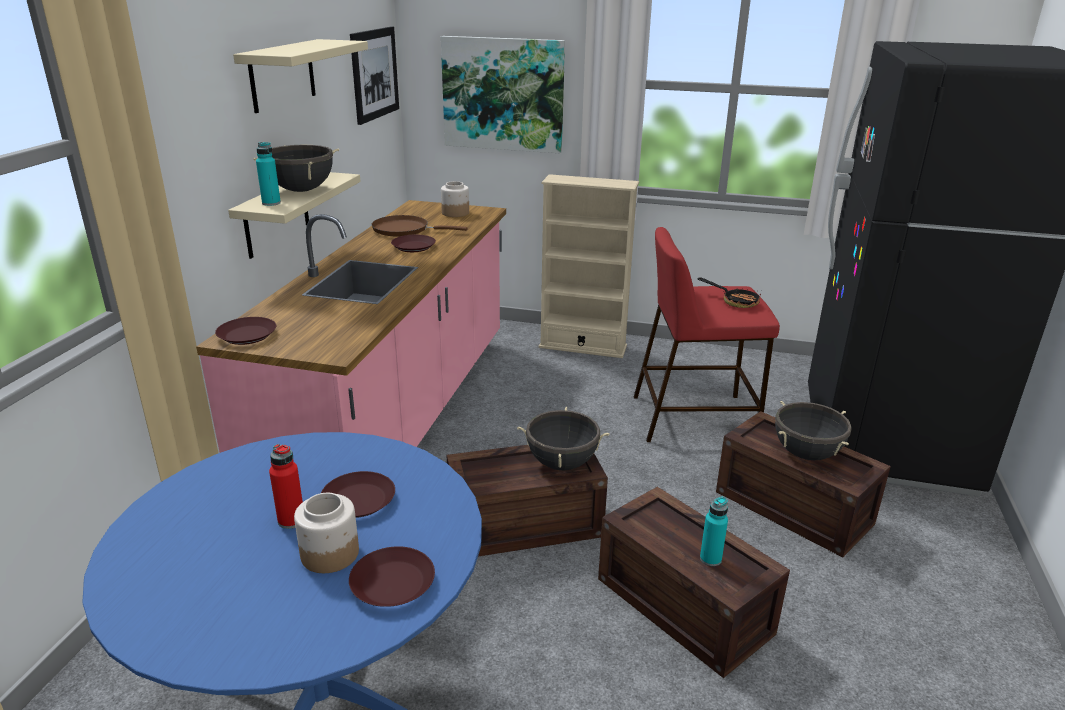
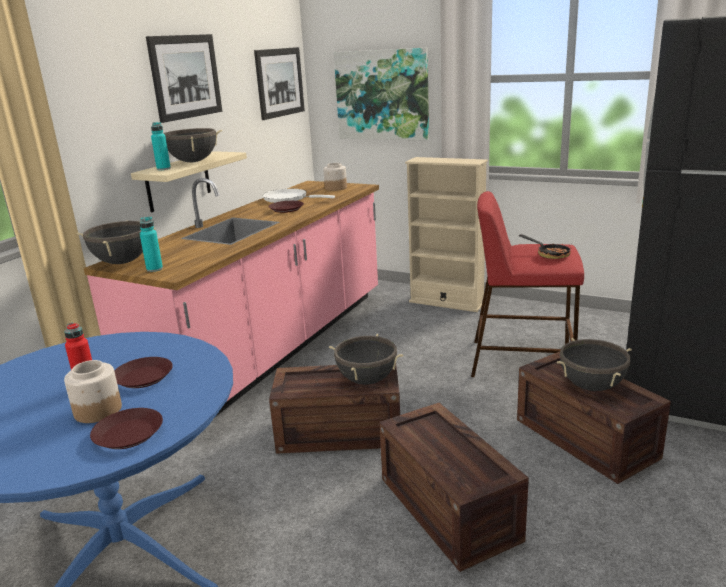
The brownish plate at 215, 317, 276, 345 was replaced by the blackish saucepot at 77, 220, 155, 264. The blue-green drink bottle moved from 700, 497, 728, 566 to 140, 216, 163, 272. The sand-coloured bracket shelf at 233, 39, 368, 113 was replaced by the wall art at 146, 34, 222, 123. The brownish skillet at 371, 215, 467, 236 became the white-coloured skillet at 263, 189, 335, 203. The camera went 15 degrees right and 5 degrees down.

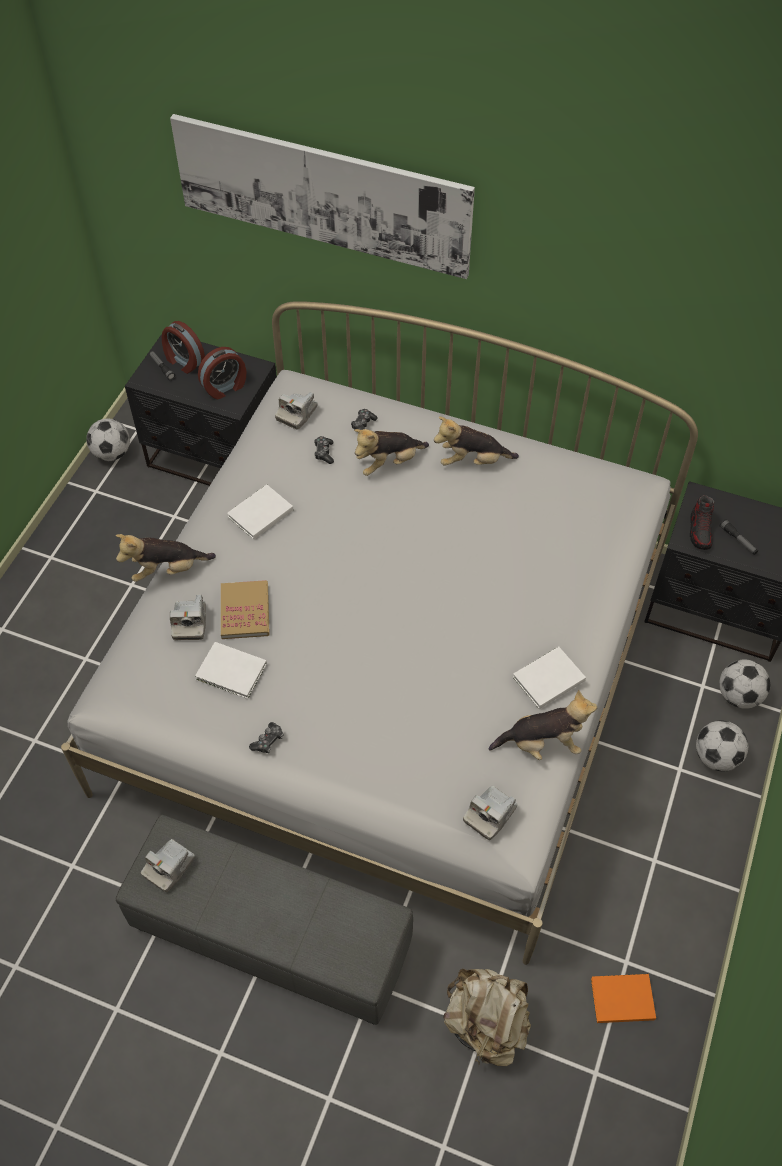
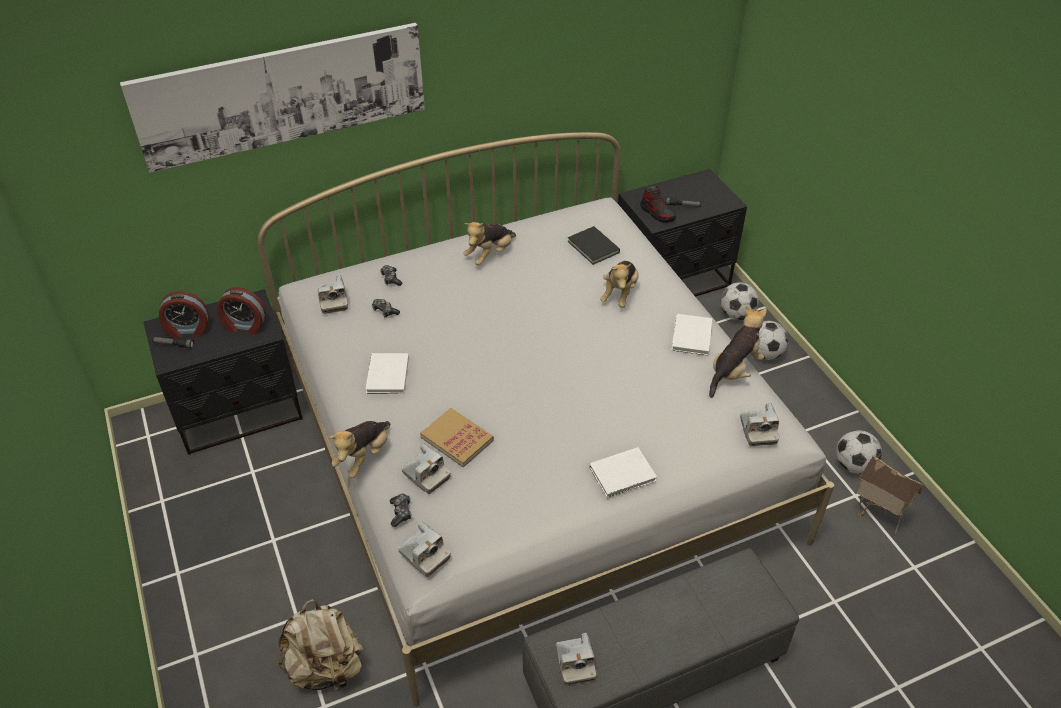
The alarm clock at 198, 347, 246, 400 turned 90 degrees clockwise. The sand-coloured rucksack moved from 444, 969, 531, 1066 to 278, 599, 363, 692. The joypad moved from 249, 722, 284, 753 to 390, 494, 411, 527. The still camera at 398, 522, 451, 577 appeared. The blackish book at 568, 226, 620, 265 appeared. The white-coloured book moved from 195, 642, 267, 699 to 589, 447, 657, 498. The plush toy moved from 354, 429, 429, 476 to 600, 261, 639, 308. The football ball moved from 86, 419, 130, 461 to 836, 430, 882, 474. The orange book at 591, 974, 656, 1023 was replaced by the model house at 857, 455, 923, 534. The camera went 45 degrees left and 10 degrees down.

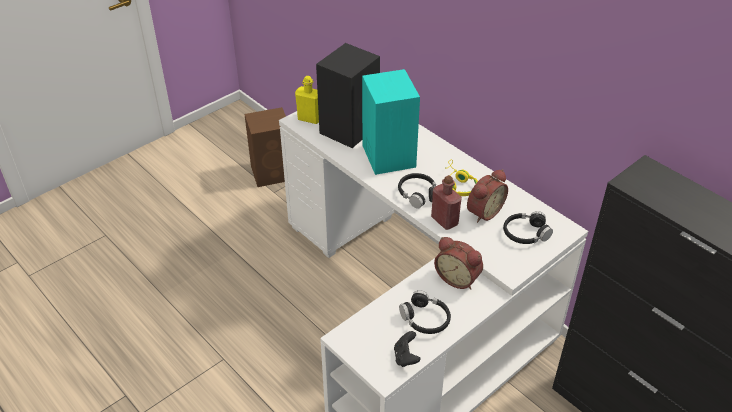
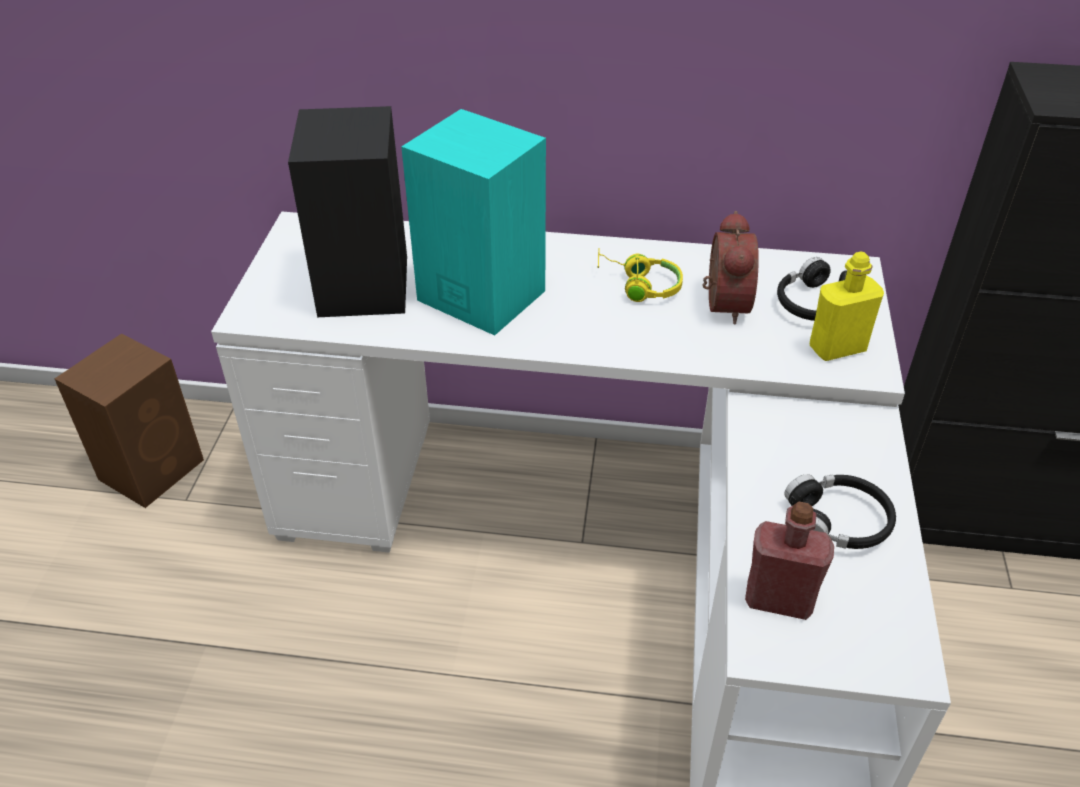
The red-coloured drink bottle moved from 431, 175, 462, 230 to 745, 502, 834, 620. The yellowish drink bottle moved from 295, 76, 319, 124 to 810, 252, 884, 361. The blackish joypad at 394, 331, 420, 367 disappeared. The blackish pair of headphones at 398, 173, 436, 209 disappeared. The alarm clock at 434, 237, 483, 290 disappeared. The camera went 40 degrees left and 0 degrees up.

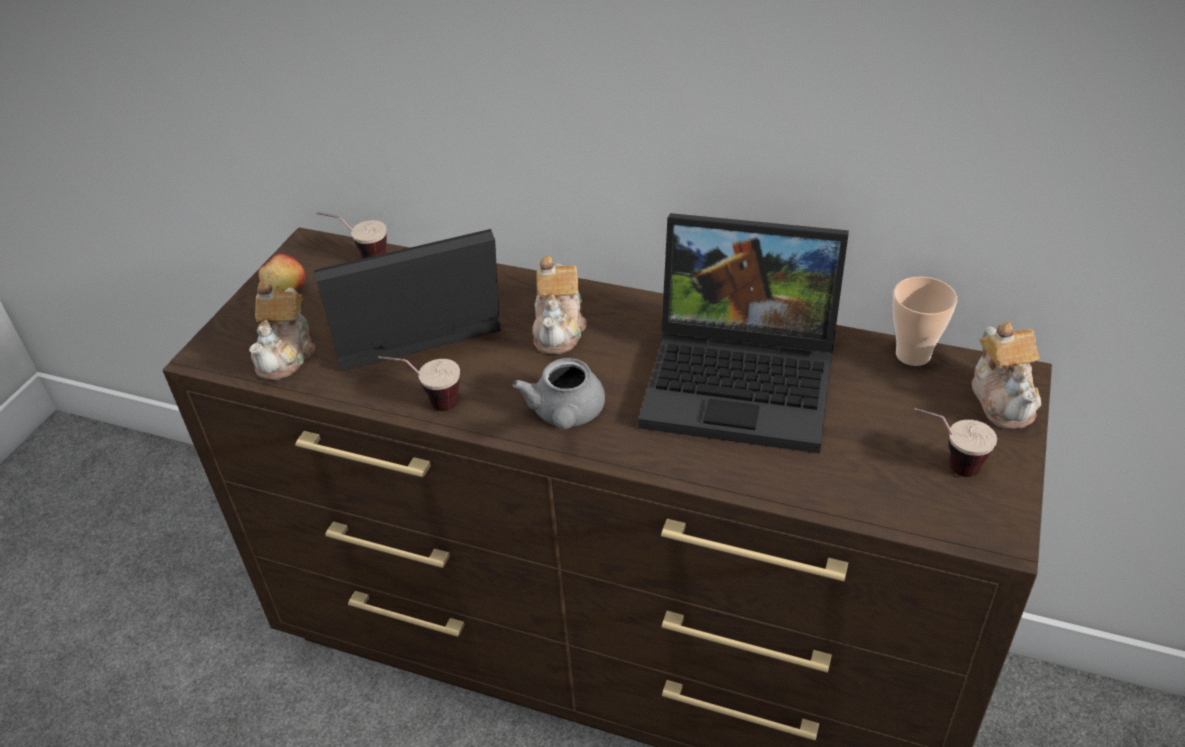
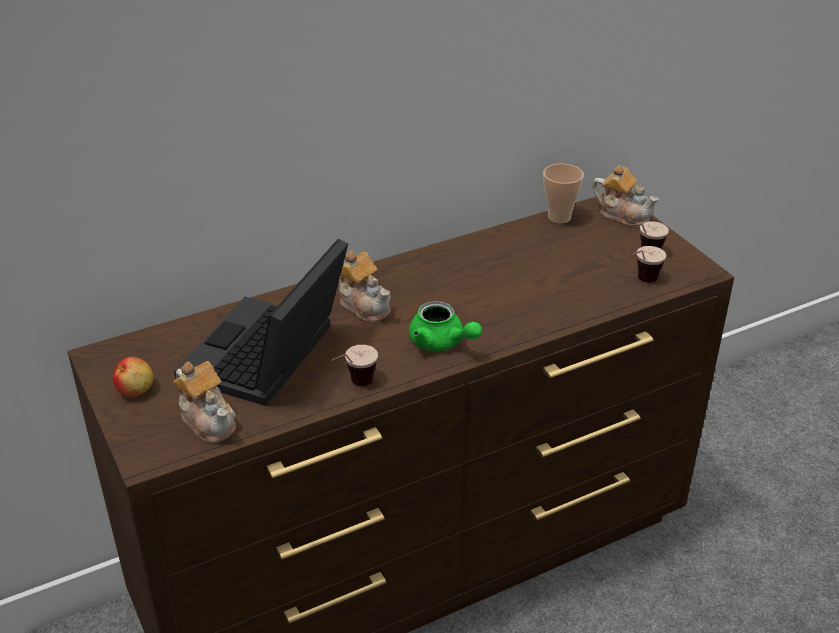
The gray teapot at 513, 358, 605, 429 became the green-coloured teapot at 409, 301, 482, 351. The drinking cup moved from 316, 212, 387, 259 to 633, 246, 666, 283. The portable computer at 638, 213, 849, 453 disappeared. The camera went 50 degrees left and 5 degrees down.

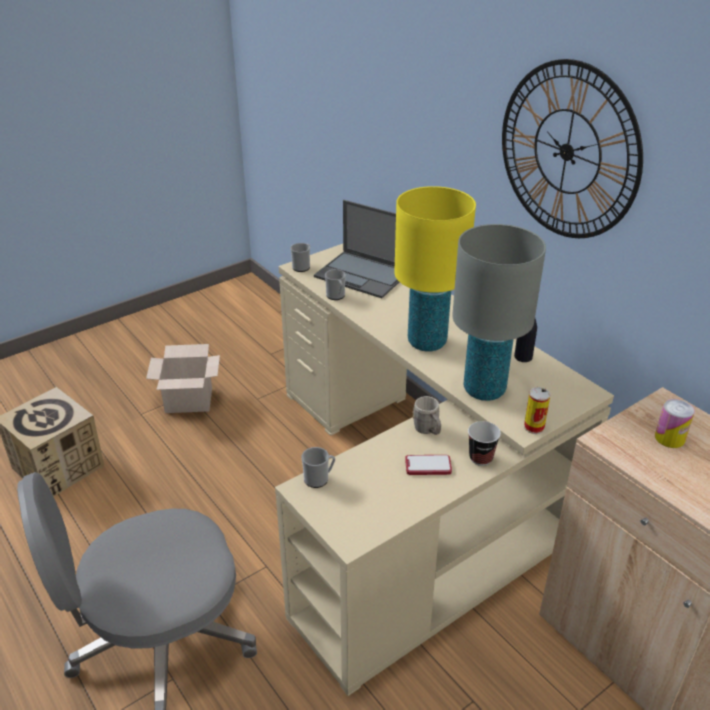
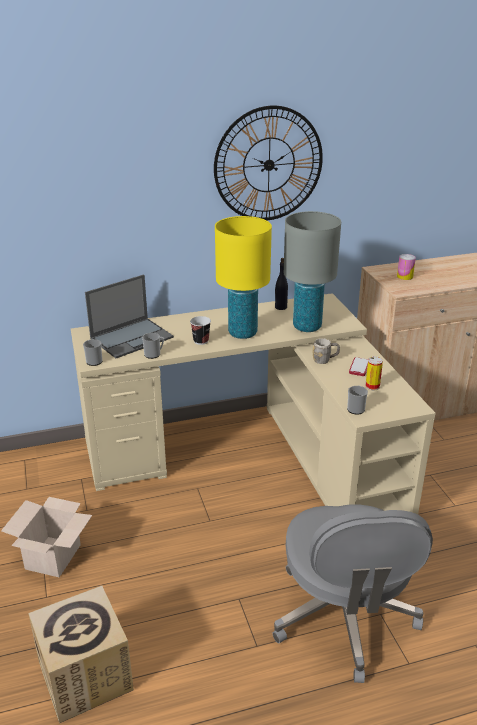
The drinking cup moved from 468, 421, 501, 466 to 190, 316, 211, 345. The sealed can moved from 524, 387, 550, 434 to 365, 356, 383, 390. The camera went 70 degrees left and 5 degrees down.

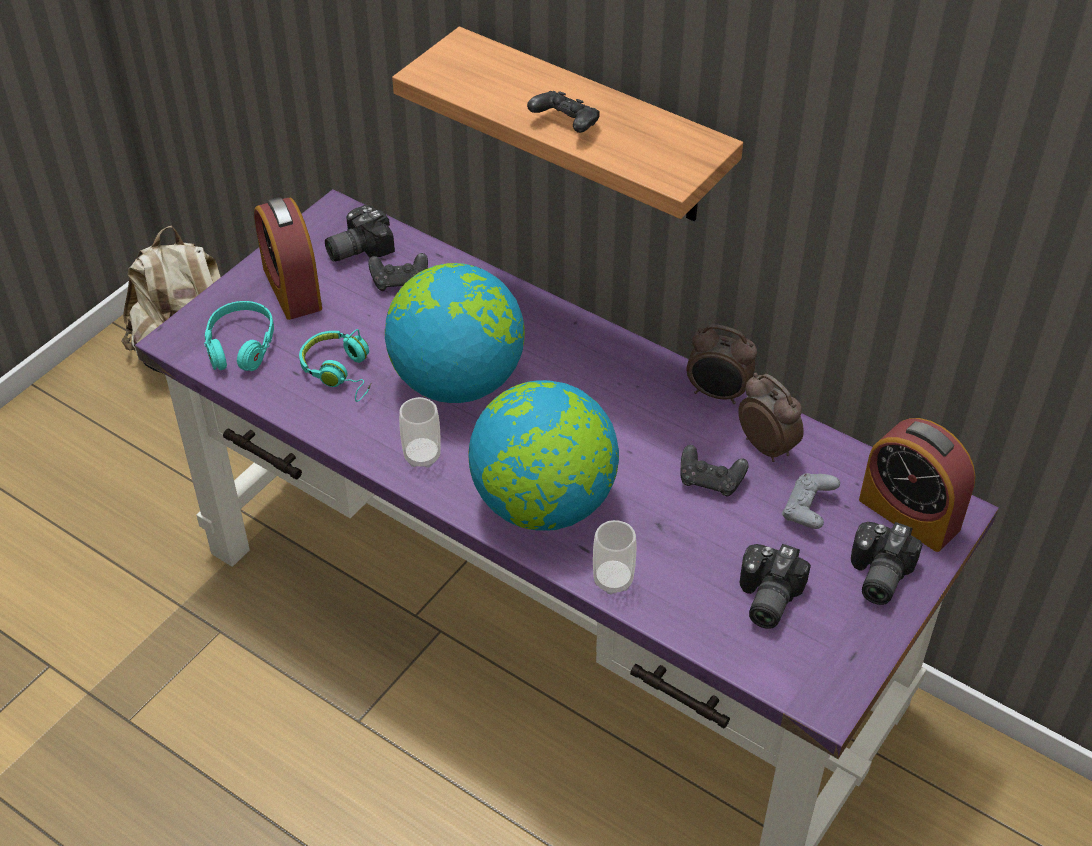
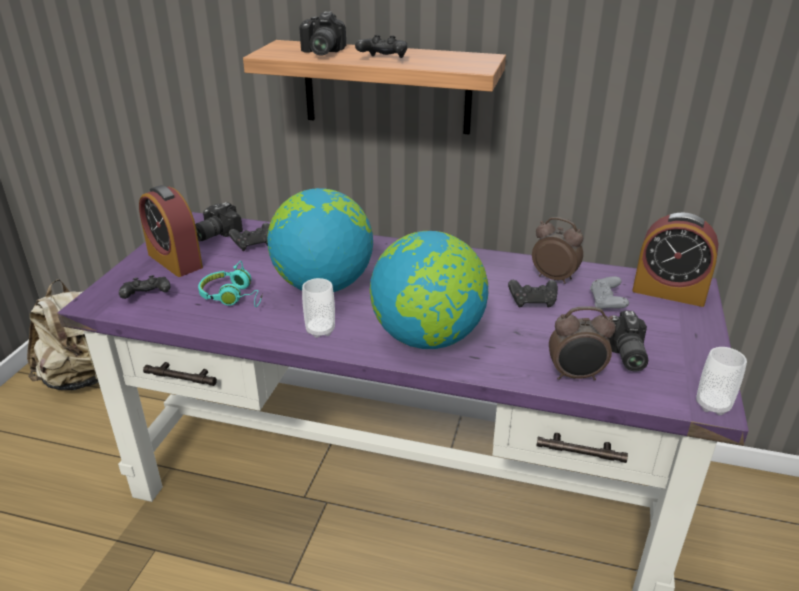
The blue-green pair of headphones at 204, 301, 274, 371 was replaced by the blackish joypad at 119, 275, 170, 299. The still camera moved from 851, 522, 923, 605 to 299, 11, 346, 56. The alarm clock moved from 687, 325, 757, 404 to 549, 306, 616, 380. The drinking cup moved from 593, 520, 636, 594 to 696, 347, 747, 415. The camera went 20 degrees left and 15 degrees down.

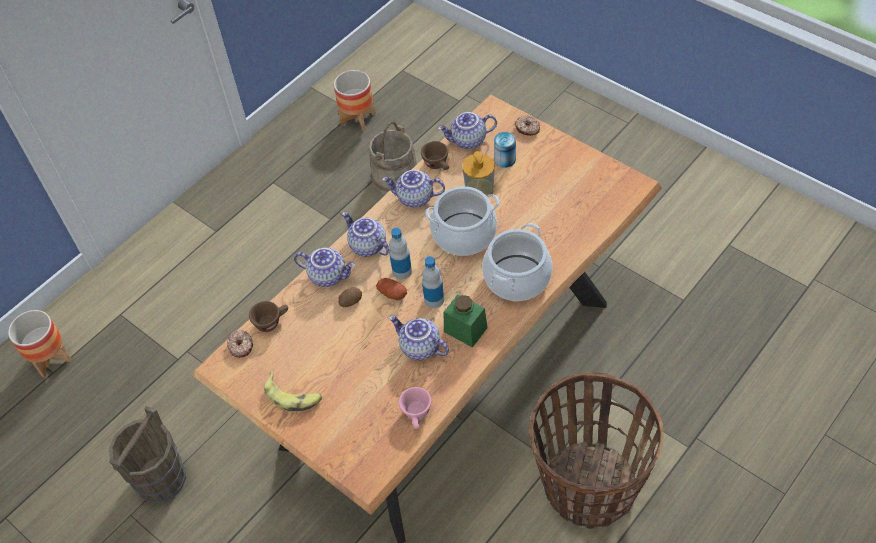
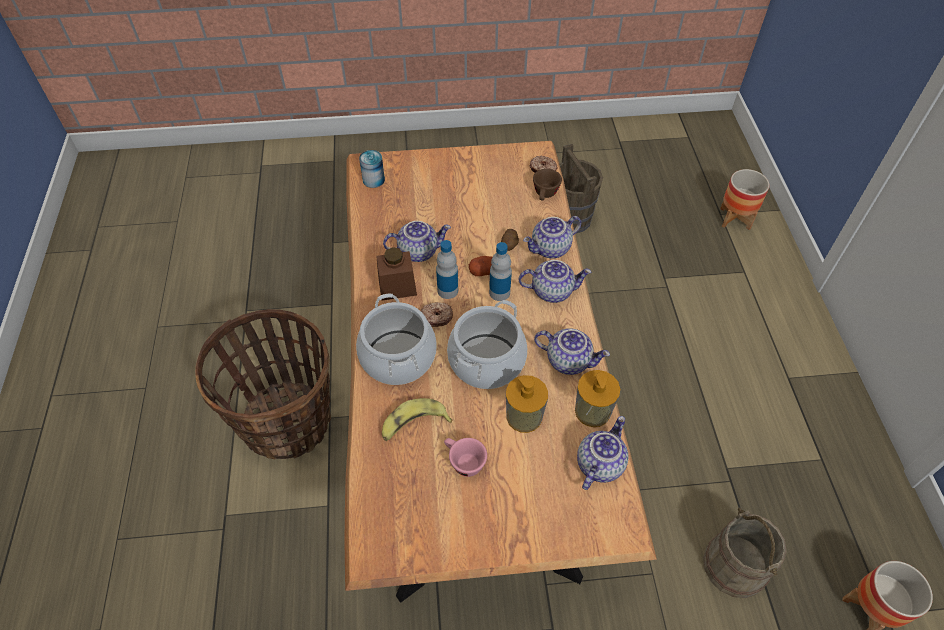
The sealed can moved from 494, 132, 516, 168 to 359, 150, 385, 188. The green-coloured jar at 444, 294, 487, 348 became the brownish jar at 376, 247, 417, 301. The banana moved from 264, 372, 322, 412 to 382, 398, 453, 441. The donut moved from 515, 115, 540, 136 to 421, 302, 453, 327. The pink-coloured drinking cup moved from 399, 387, 431, 429 to 444, 438, 487, 477. The teapot at 382, 170, 445, 208 turned 60 degrees clockwise. The brownish drinking cup at 421, 141, 449, 170 was replaced by the soap dispenser at 575, 370, 620, 427. The camera went 130 degrees right and 0 degrees up.

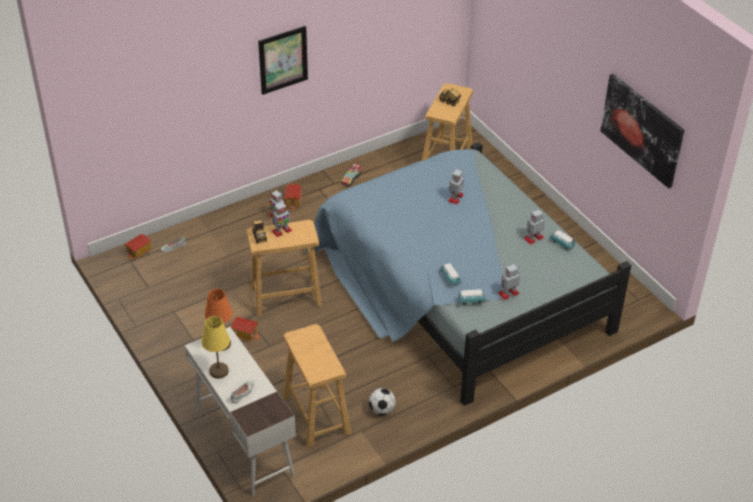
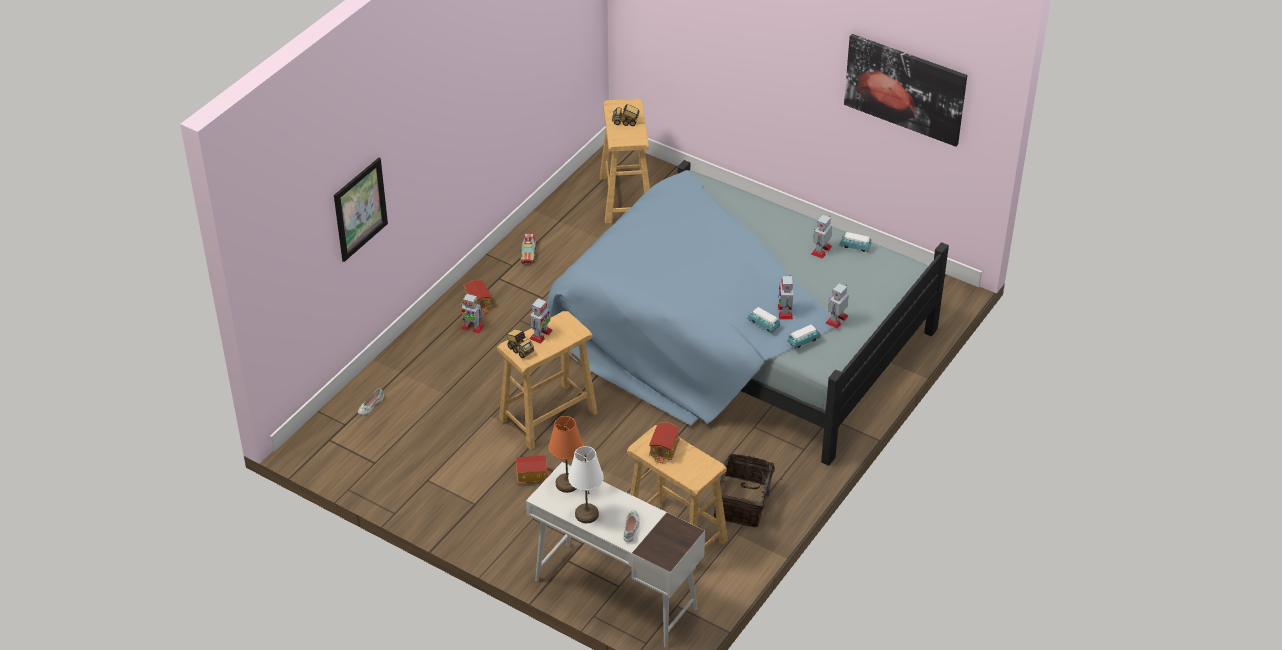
The wall art moved from 258, 26, 308, 95 to 334, 158, 388, 262. The yellowish lamp for a table at 201, 316, 230, 379 became the white-coloured lamp for a table at 568, 446, 604, 523. The model house moved from 124, 234, 152, 260 to 649, 423, 680, 463. The football ball at 369, 388, 396, 415 was replaced by the storage basket at 714, 453, 780, 527. The toy robot moved from 447, 169, 464, 204 to 778, 275, 793, 320. The camera went 25 degrees left and 0 degrees up.

